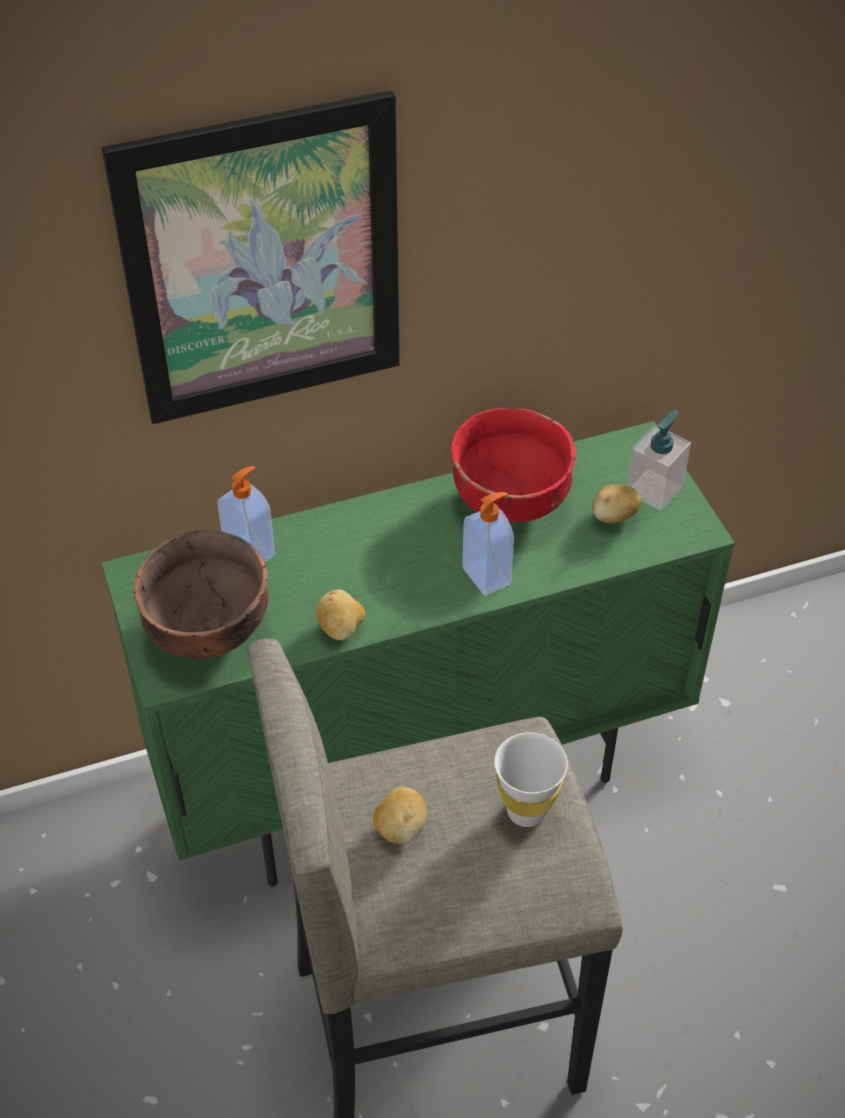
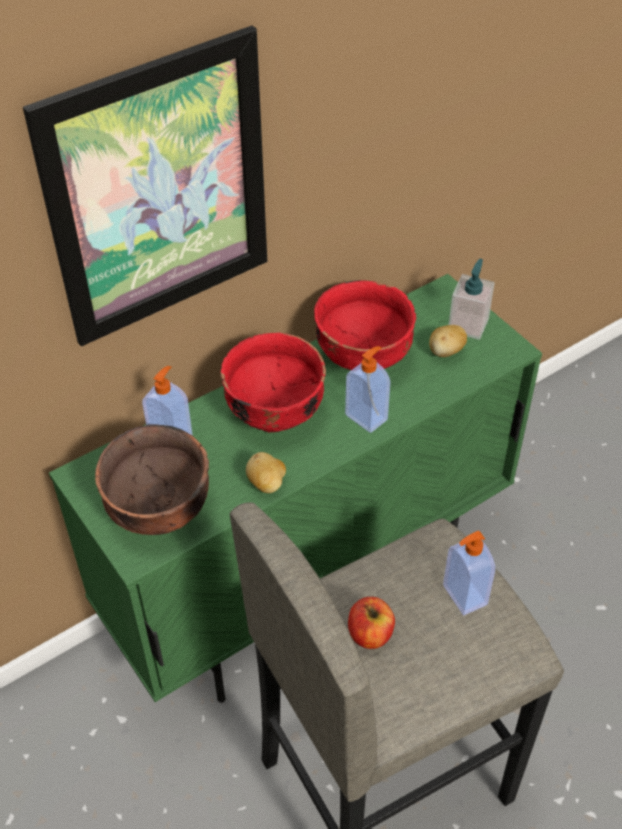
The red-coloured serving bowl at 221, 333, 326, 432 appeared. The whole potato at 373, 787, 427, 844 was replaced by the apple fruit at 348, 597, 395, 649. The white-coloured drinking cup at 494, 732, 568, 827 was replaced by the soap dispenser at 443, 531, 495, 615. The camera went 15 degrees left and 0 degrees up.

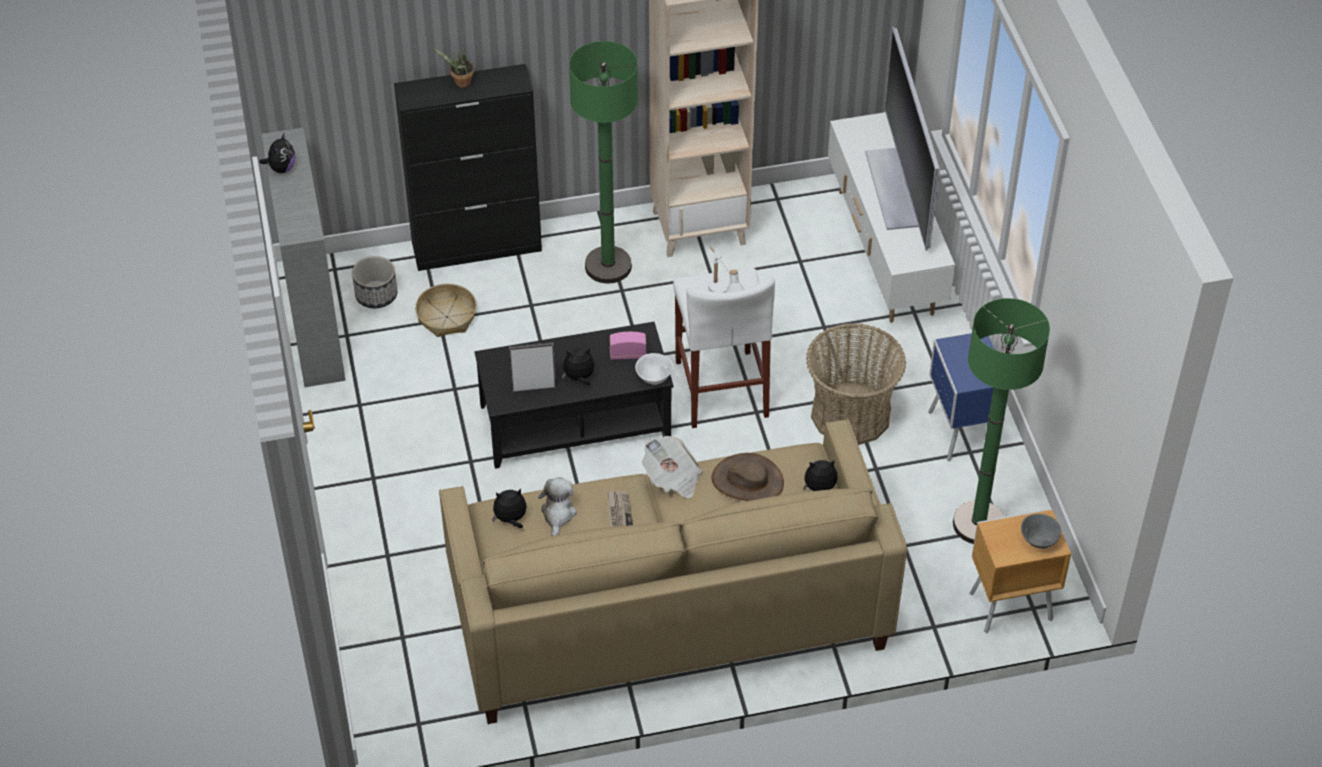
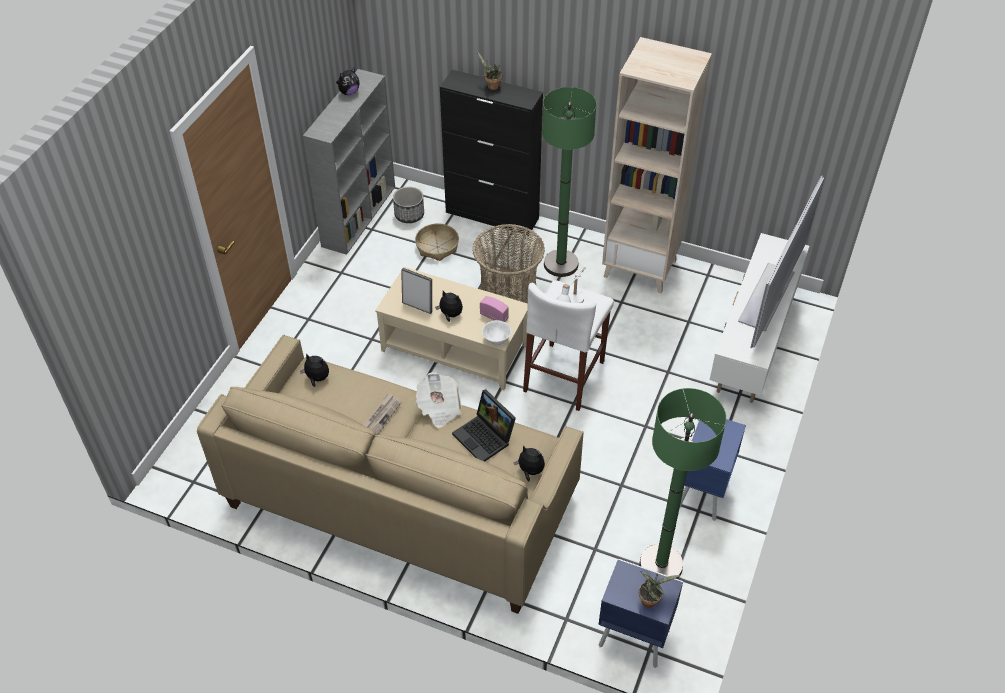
The blackish coffee table at 475, 322, 674, 469 became the sand-coloured coffee table at 375, 267, 528, 390. The brownish clothing hat at 711, 453, 784, 501 was replaced by the portable computer at 452, 389, 516, 462. The storage basket moved from 806, 323, 906, 445 to 472, 224, 545, 303. The brownish bedside table at 969, 508, 1071, 633 became the bluish bedside table at 598, 559, 683, 668. The gray serving bowl at 1021, 514, 1061, 549 was replaced by the plant in a pot at 639, 571, 680, 608. The plush toy at 538, 477, 577, 536 disappeared. The camera went 35 degrees right and 0 degrees up.

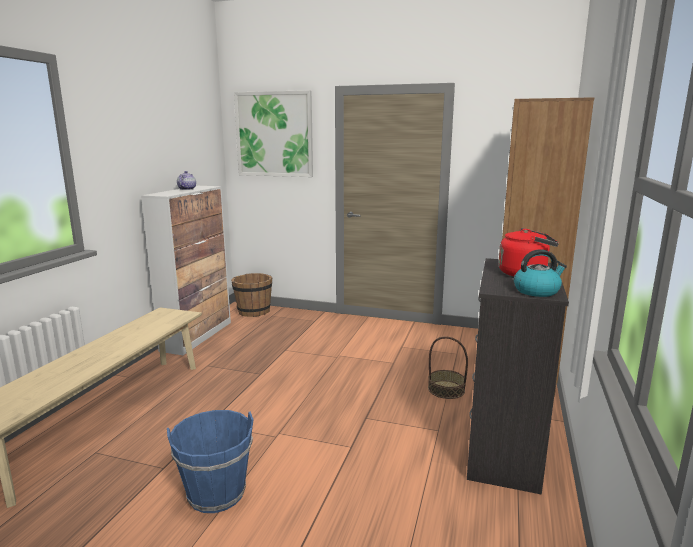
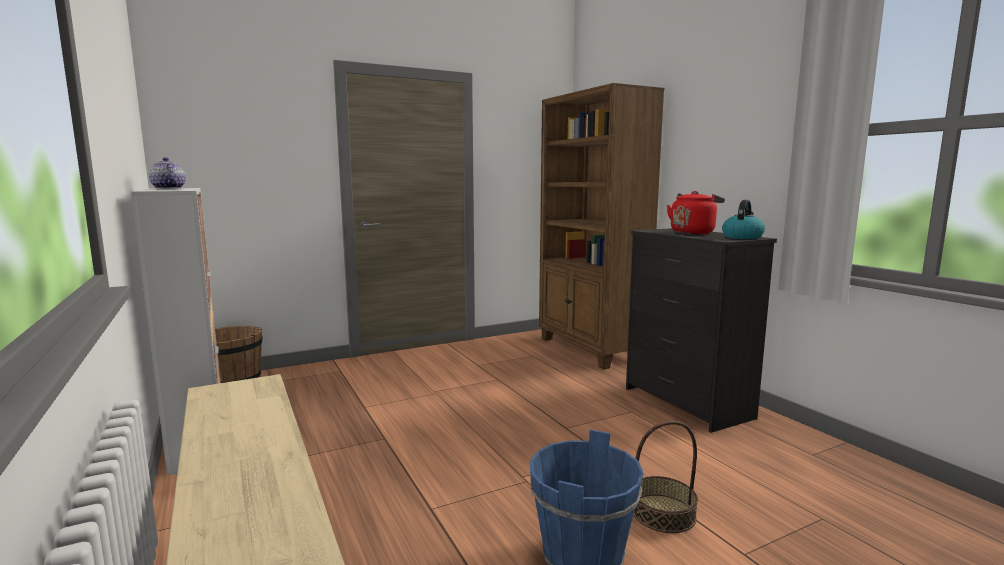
The storage basket moved from 428, 337, 468, 399 to 633, 421, 698, 533. The wall art at 234, 90, 313, 177 disappeared. The camera went 45 degrees left and 5 degrees down.

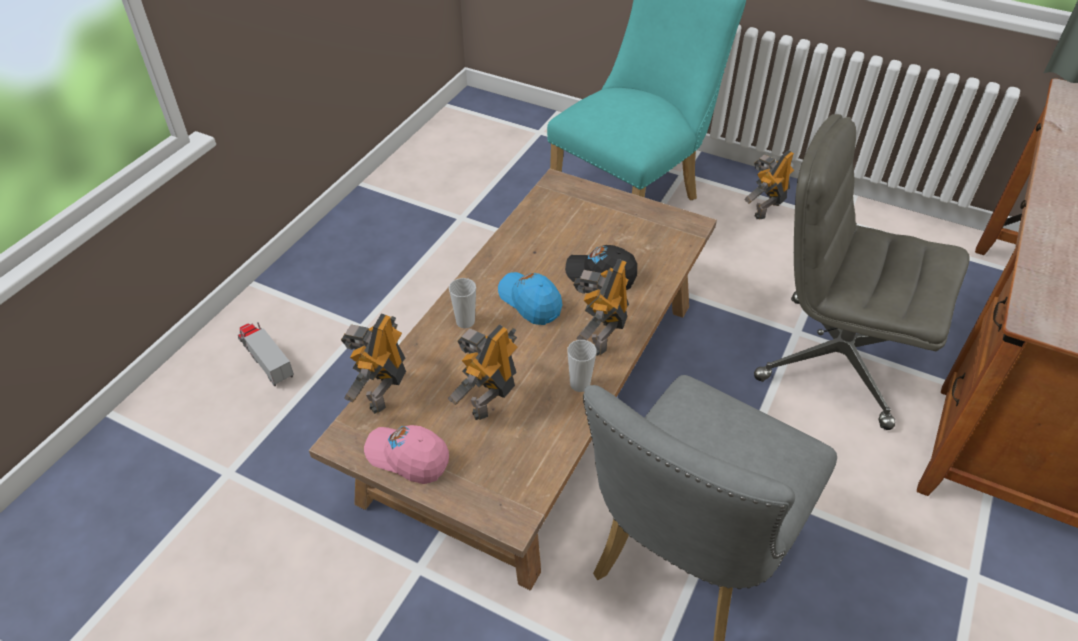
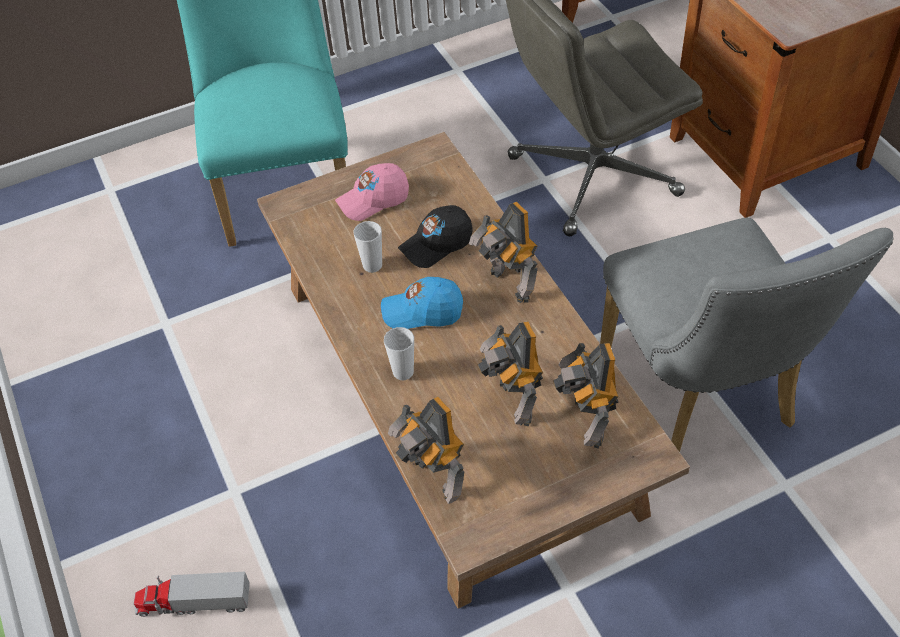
The pink-coloured peaked cap moved from 364, 425, 449, 484 to 335, 163, 409, 221. The drinking cup moved from 567, 340, 597, 392 to 353, 221, 382, 273. The toy robot moved from 744, 150, 795, 220 to 553, 343, 619, 449. The camera went 50 degrees left and 5 degrees up.

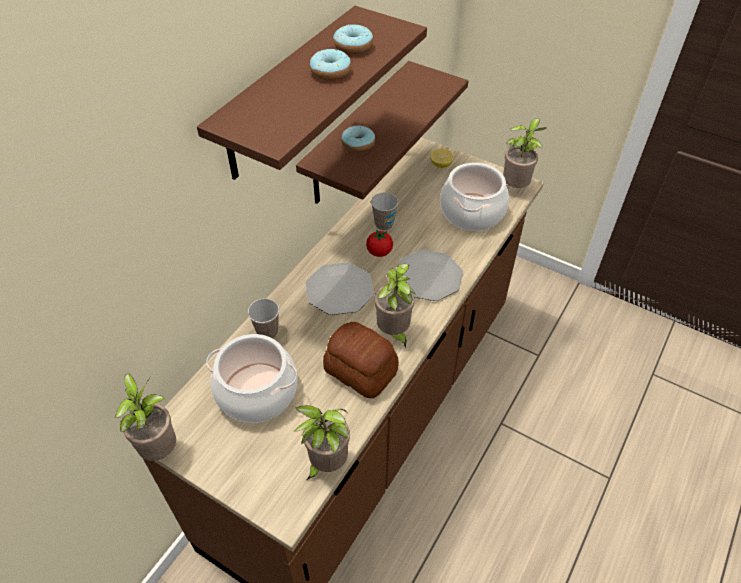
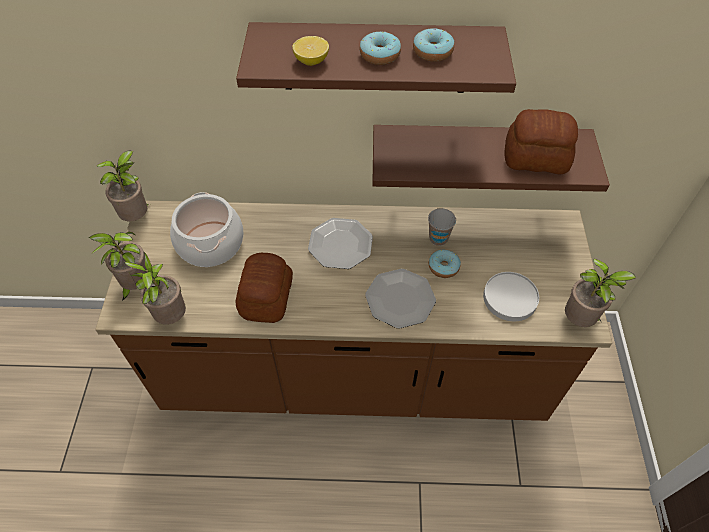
The plant in a pot moved from 374, 264, 415, 348 to 89, 232, 147, 301. The whole lemon moved from 430, 149, 454, 168 to 293, 36, 329, 66. The donut moved from 341, 125, 375, 153 to 429, 249, 461, 278. The saucepot at 440, 162, 509, 231 was replaced by the white-coloured plate at 483, 272, 539, 321. The bread at 505, 109, 578, 174 appeared. The drinking cup at 248, 298, 279, 339 disappeared. The whole tomato at 366, 229, 393, 257 disappeared. The camera went 60 degrees right and 5 degrees up.

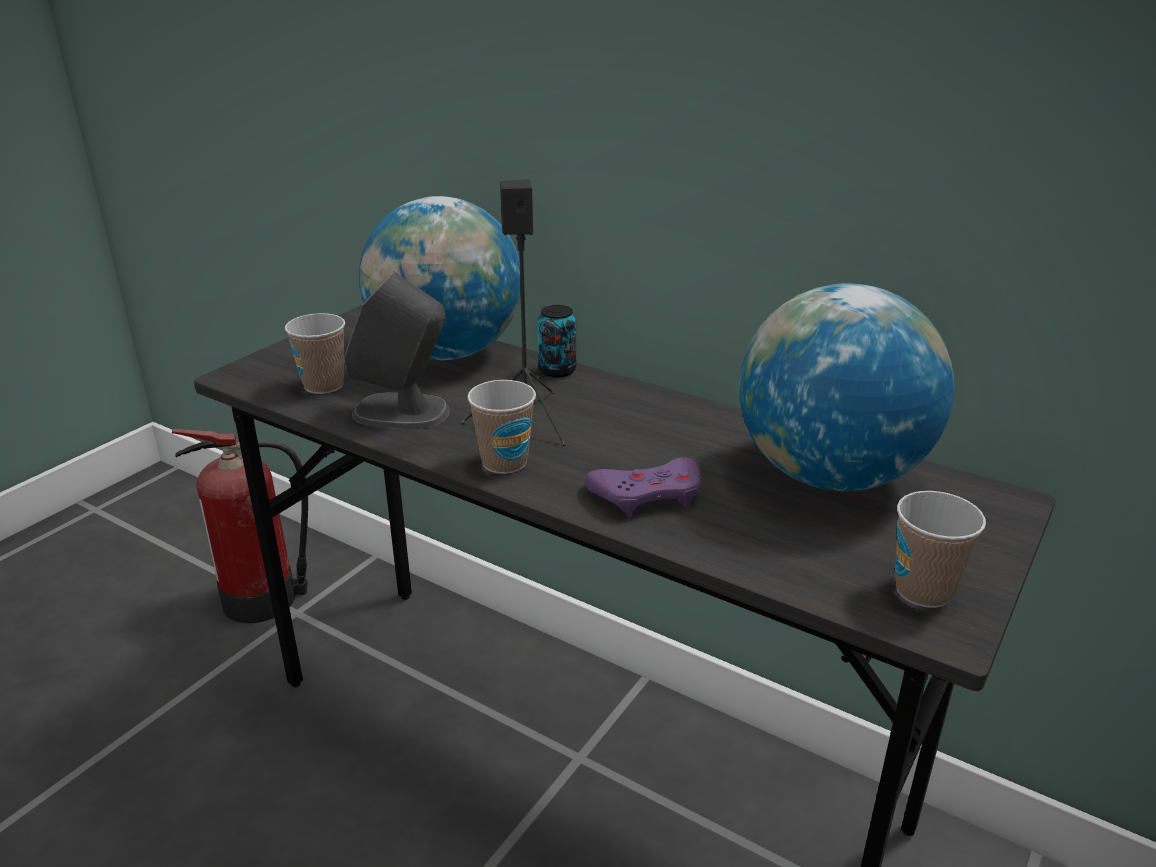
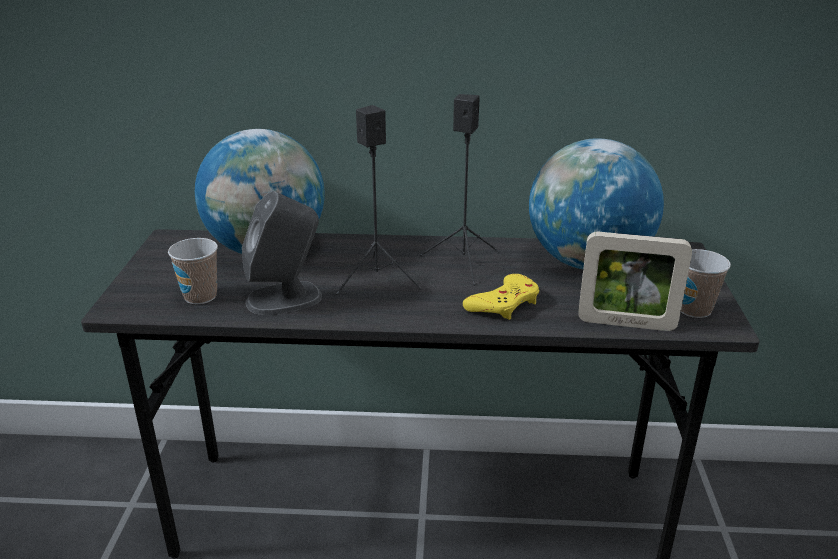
The blackish loudspeaker at 420, 94, 497, 286 appeared. The purplish joypad at 585, 458, 701, 517 became the yellowish joypad at 463, 274, 539, 320. The photo frame at 578, 232, 692, 331 appeared. The fire-fighting cylinder at 172, 429, 308, 623 disappeared. The drinking cup at 467, 380, 536, 474 disappeared. The sealed can at 537, 305, 576, 377 disappeared. The camera went 30 degrees left and 0 degrees up.

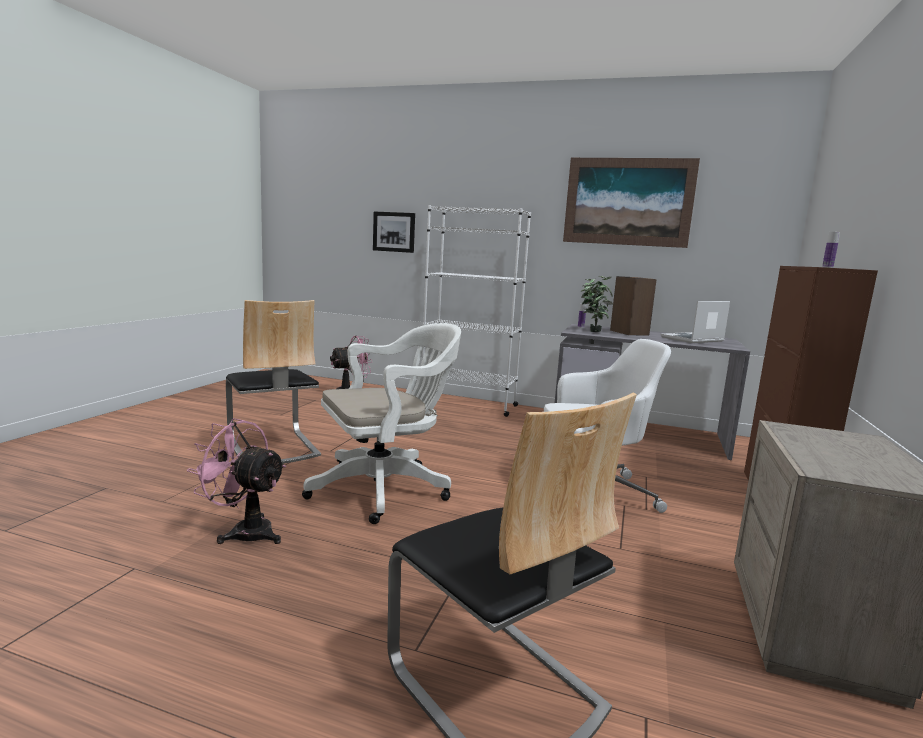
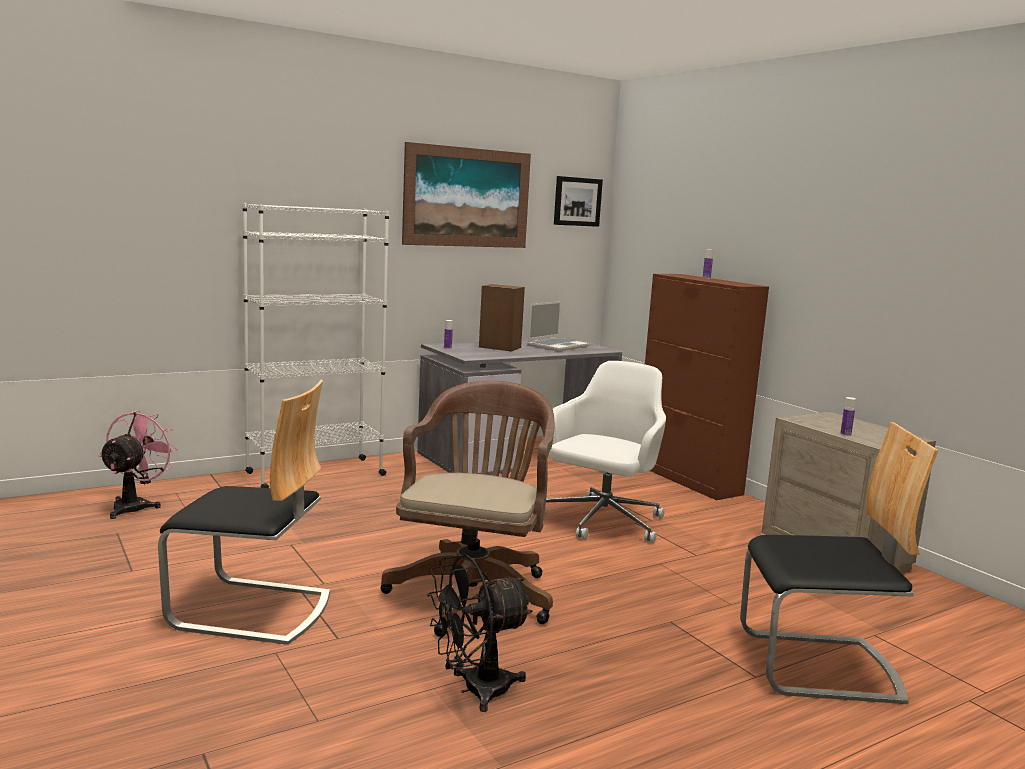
The white-coloured computer chair at 302, 323, 461, 524 became the brownish computer chair at 380, 380, 555, 637. The pink-coloured electric fan at 187, 418, 286, 544 became the blackish electric fan at 427, 555, 533, 712. The portable computer at 661, 301, 730, 343 turned 150 degrees counterclockwise. The wall art moved from 373, 212, 415, 253 to 554, 176, 603, 227. The drink bottle at 840, 397, 856, 436 appeared. The plant in a pot at 581, 276, 613, 332 disappeared. The camera went 50 degrees left and 0 degrees up.

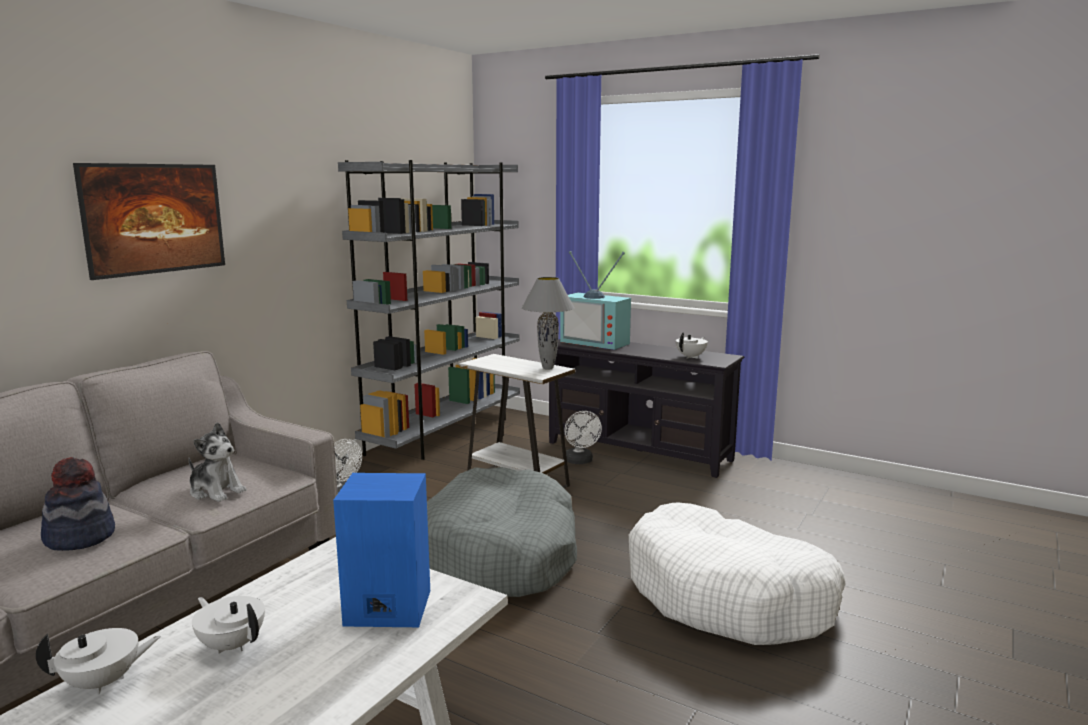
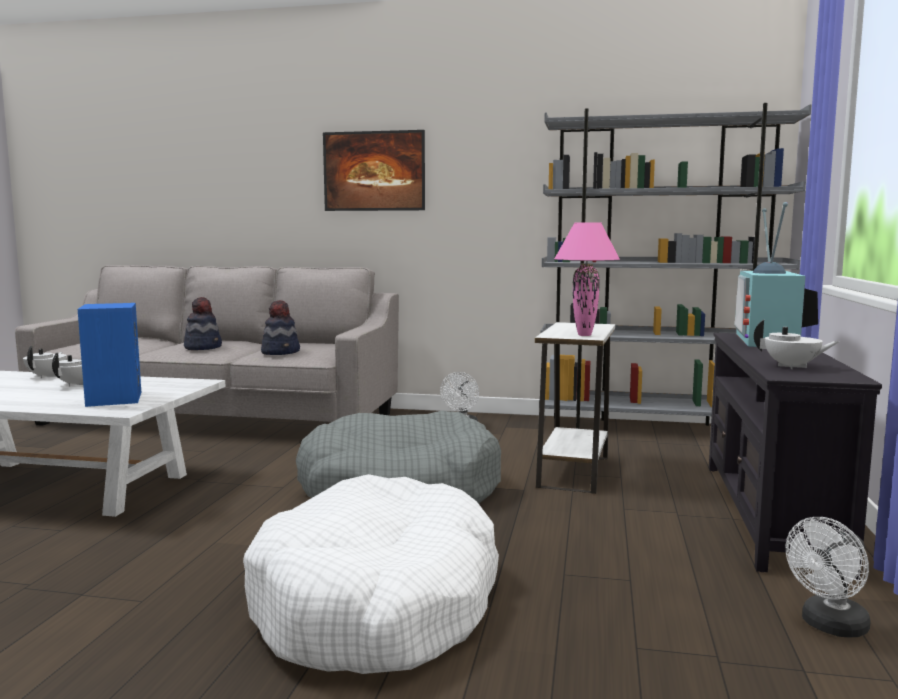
The white-coloured teapot at 36, 628, 161, 695 turned 135 degrees counterclockwise. The plush toy at 189, 422, 247, 502 was replaced by the clothing hat at 261, 300, 300, 355. The gray lamp for a table at 522, 277, 575, 370 became the pink-coloured lamp for a table at 554, 222, 620, 336. The white-coloured electric fan moved from 564, 411, 602, 464 to 786, 517, 870, 637. The camera went 70 degrees right and 5 degrees down.

